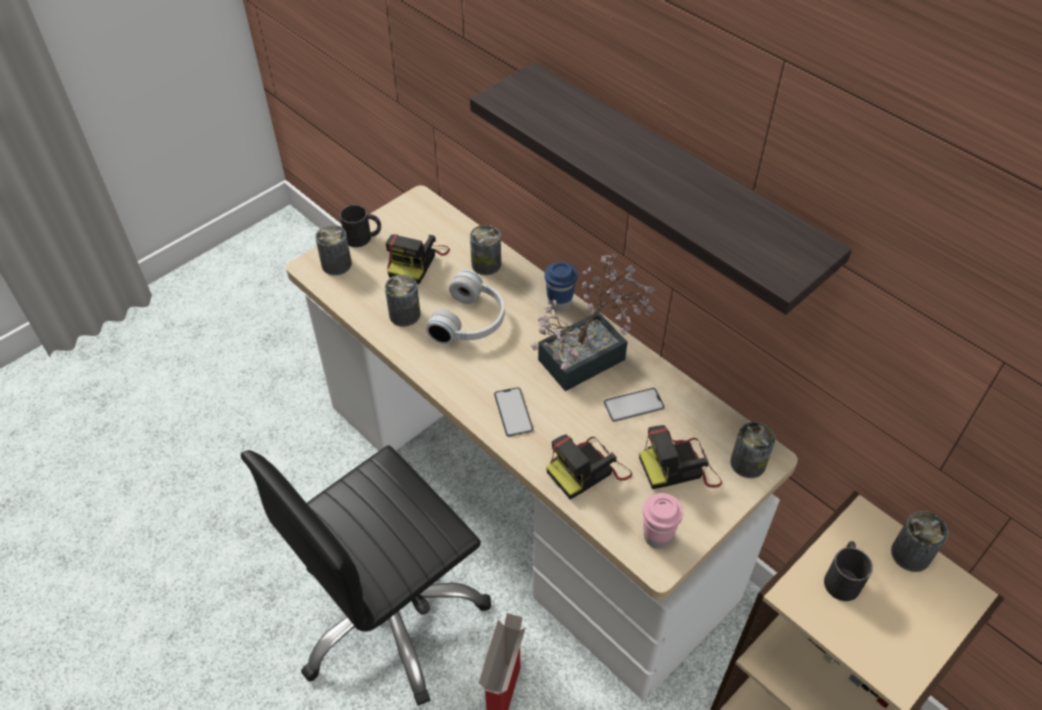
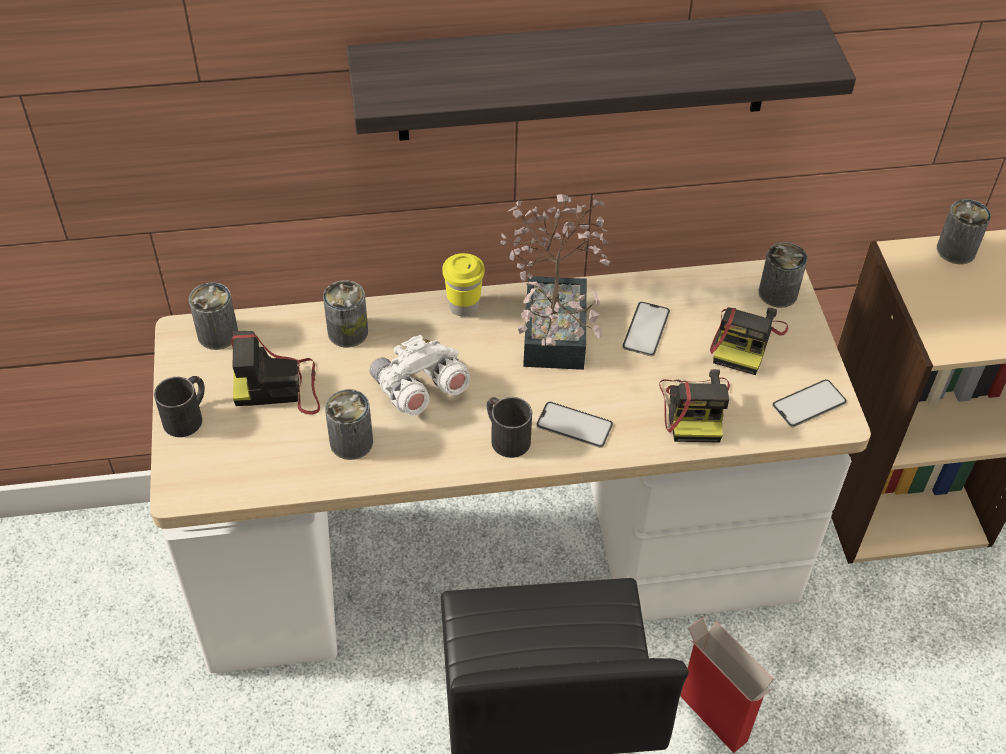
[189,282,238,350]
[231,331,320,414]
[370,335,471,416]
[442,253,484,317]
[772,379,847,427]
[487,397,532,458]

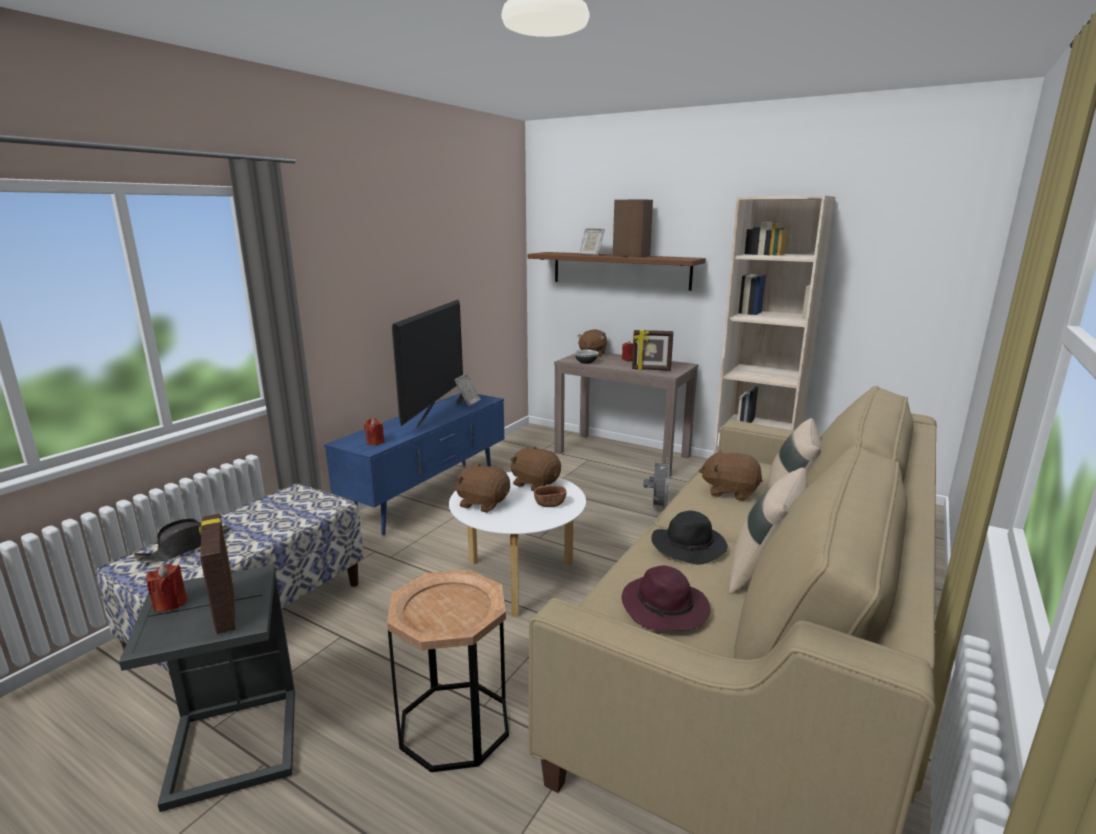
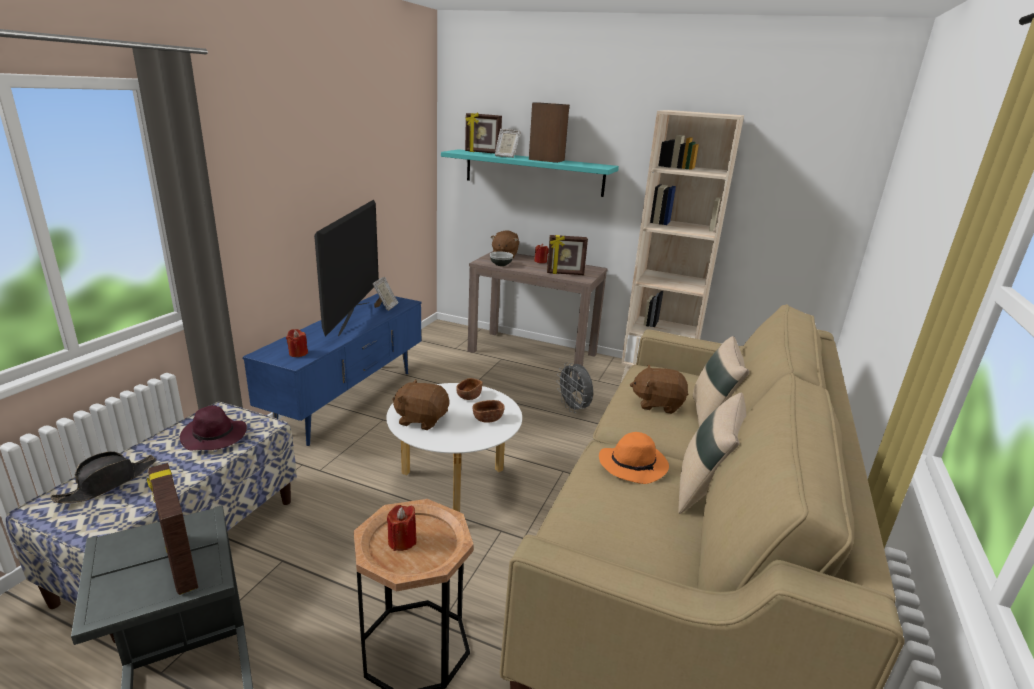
[387,505,417,551]
[456,378,483,400]
[441,149,619,197]
[180,405,247,450]
[556,362,593,413]
[599,432,669,484]
[465,112,502,154]

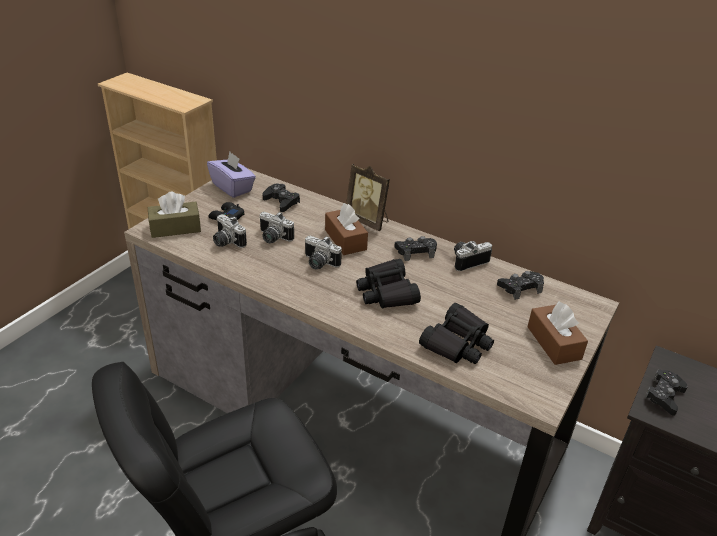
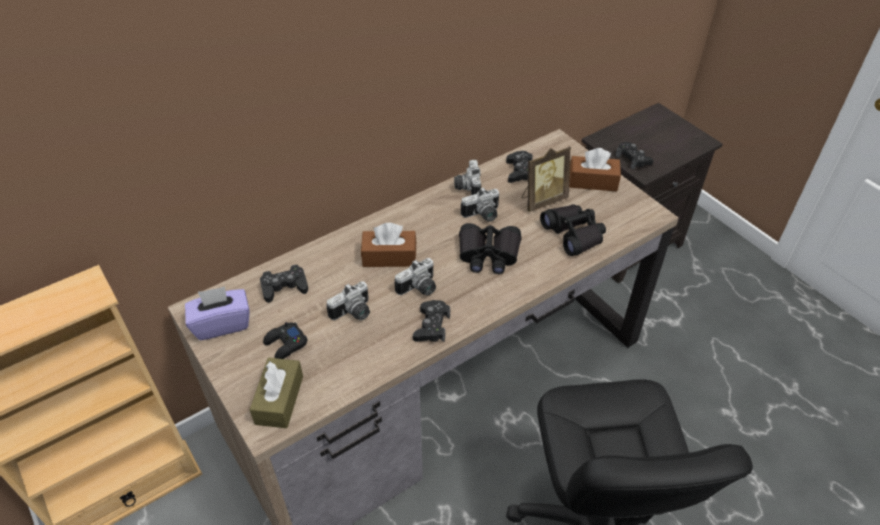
[461,188,500,222]
[522,146,571,212]
[413,300,450,342]

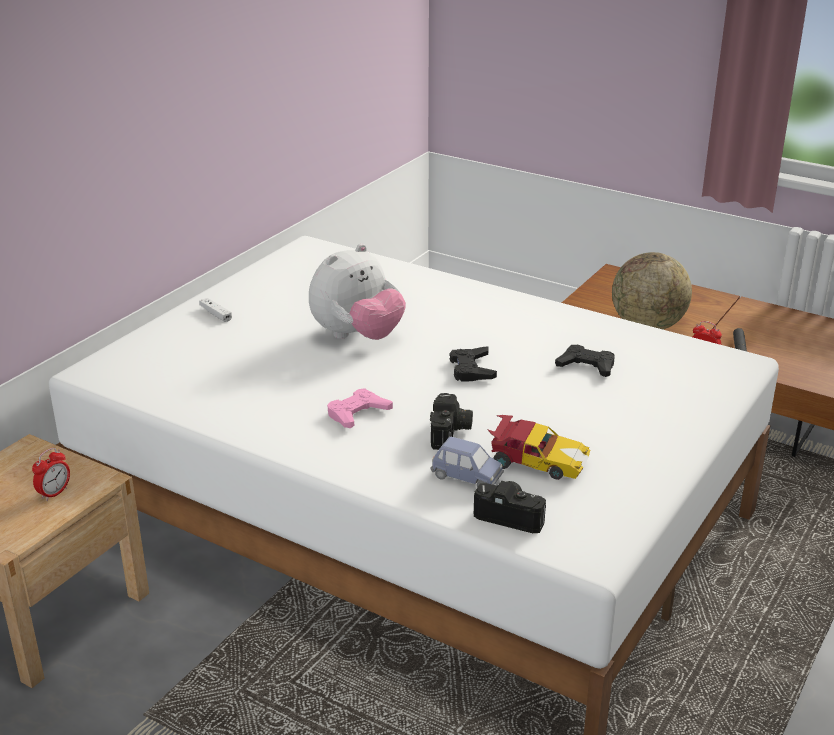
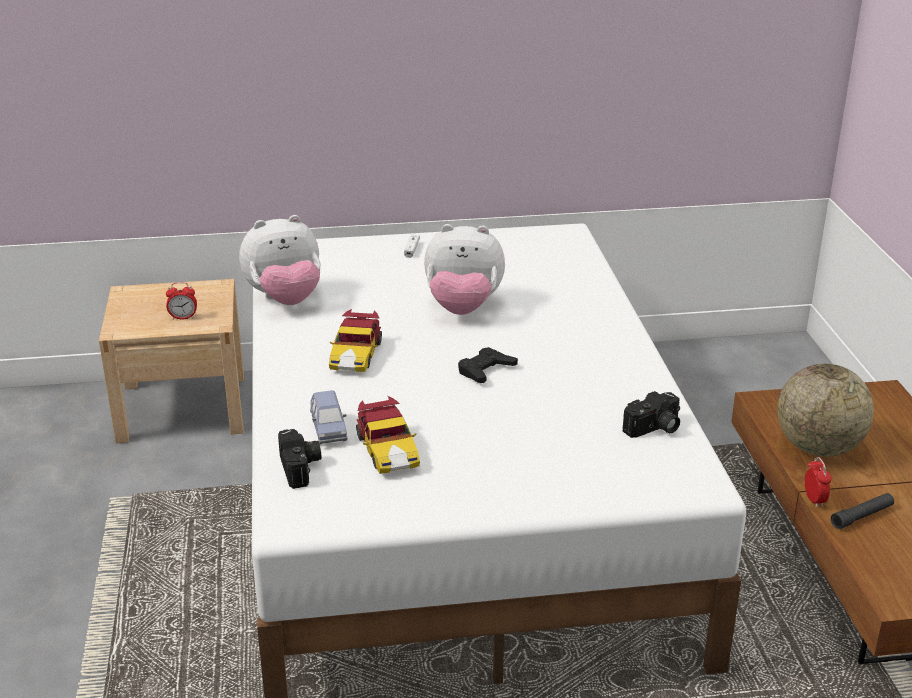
[329,309,382,372]
[623,391,680,438]
[555,345,615,377] (first image)
[239,215,321,305]

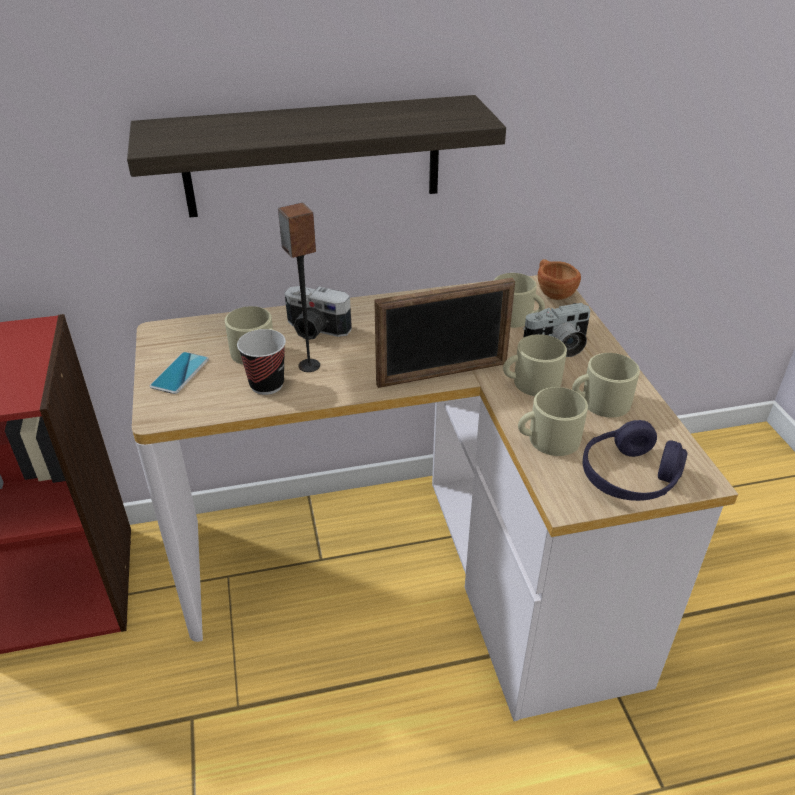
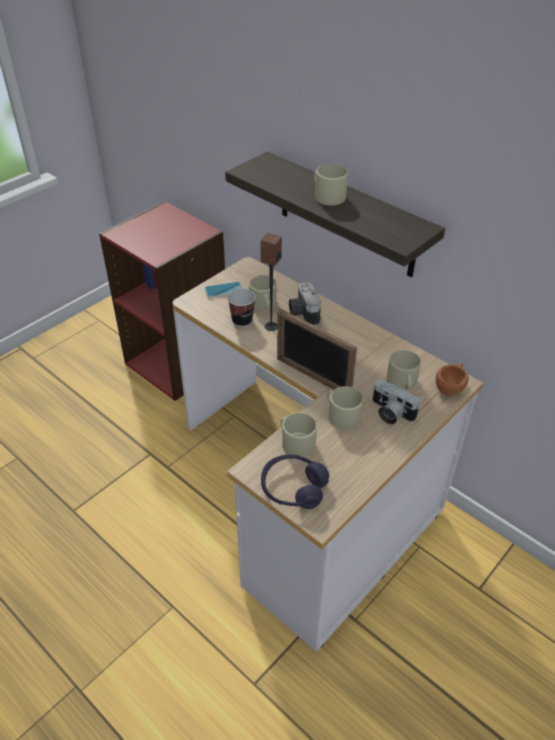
[314,164,348,205]

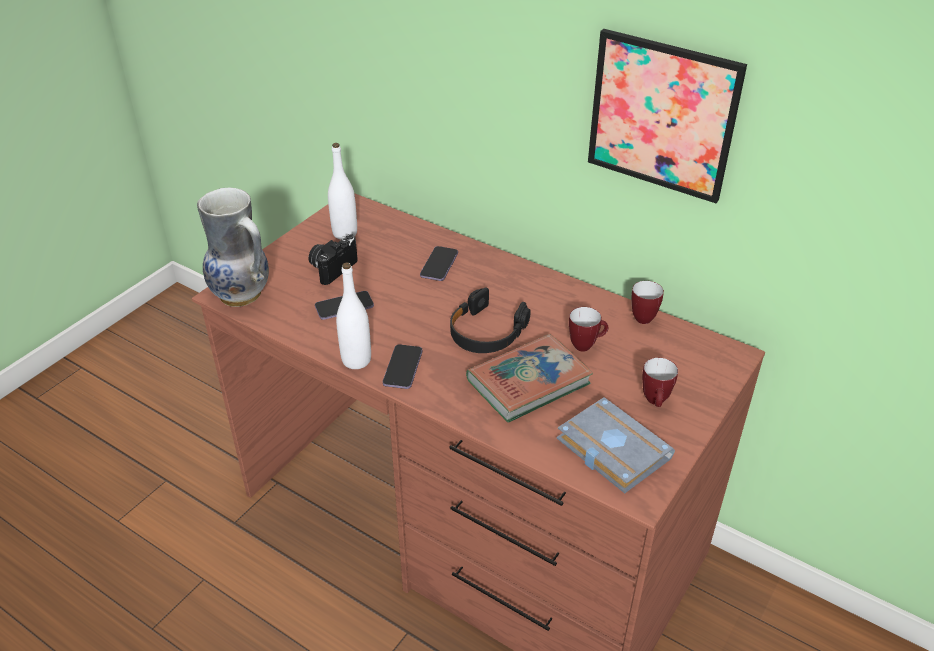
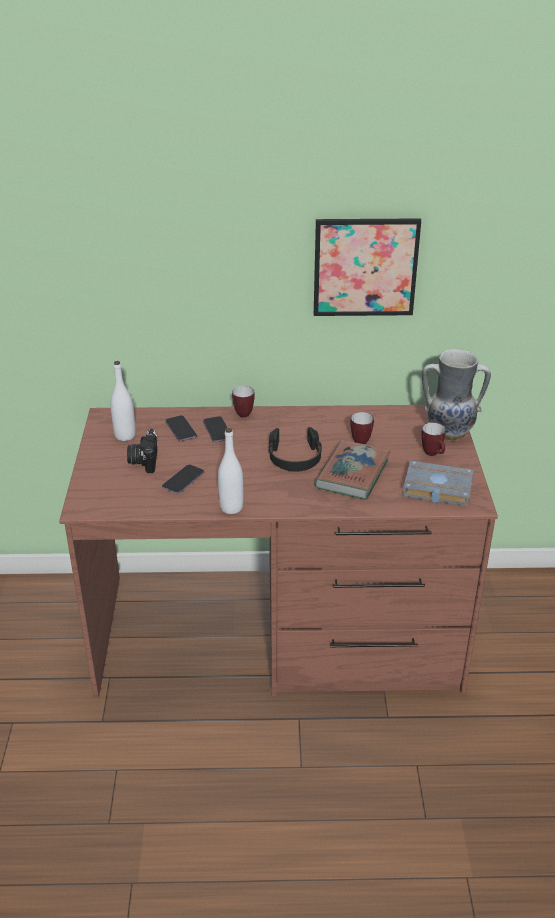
[422,349,491,441]
[165,415,197,441]
[232,386,255,418]

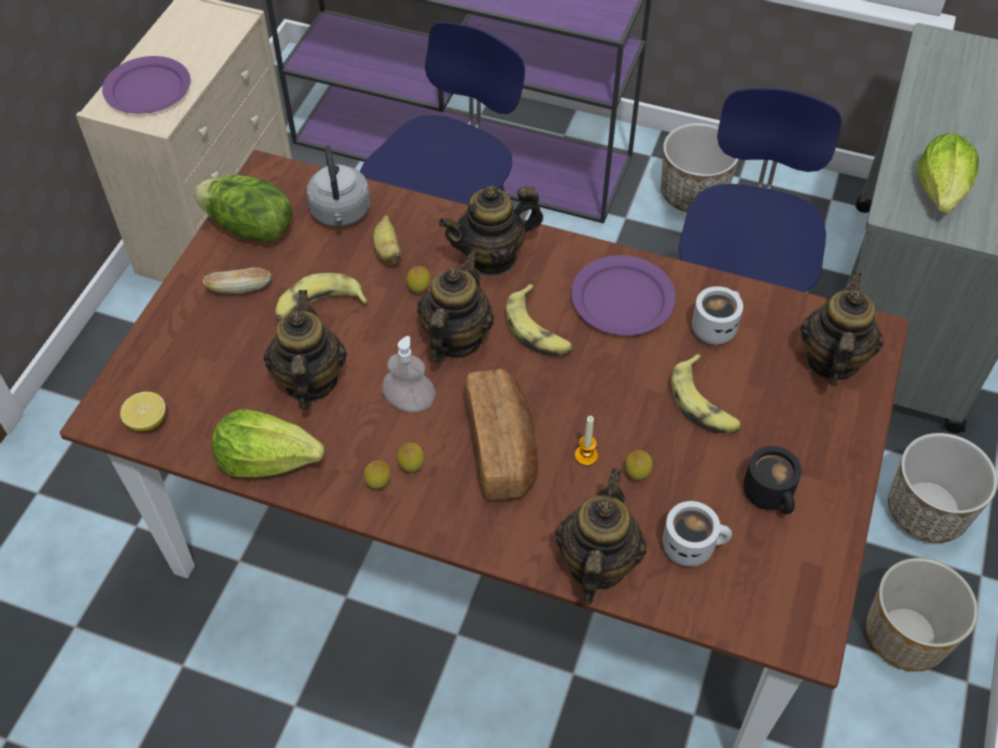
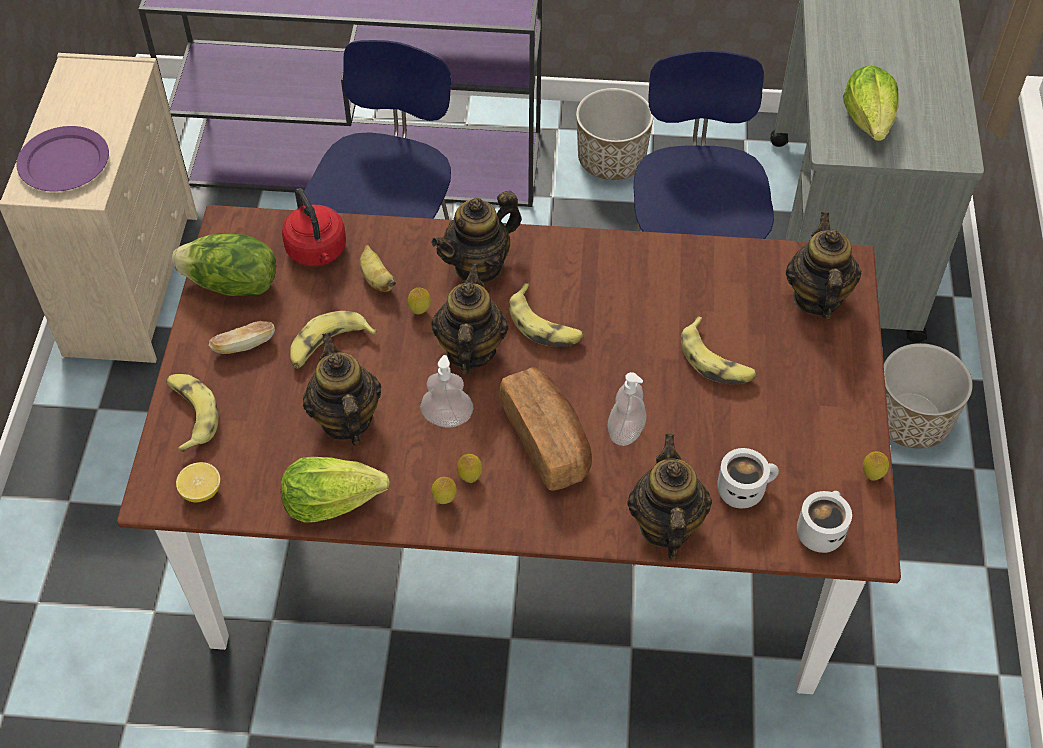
[282,188,346,266]
[571,255,676,335] (first image)
[608,372,646,446]
[863,451,889,481]
[797,491,852,553]
[744,446,802,514] (first image)
[866,558,978,672] (first image)
[166,374,219,453]

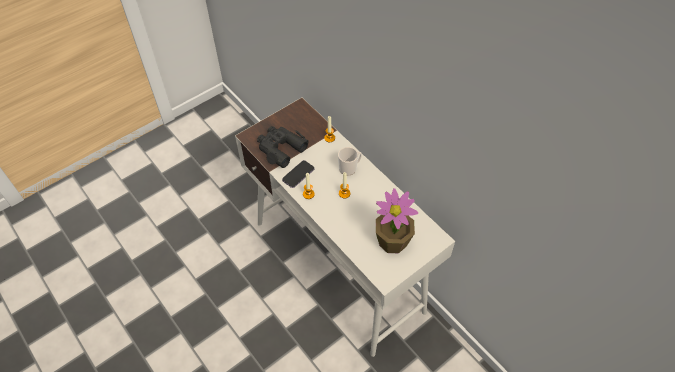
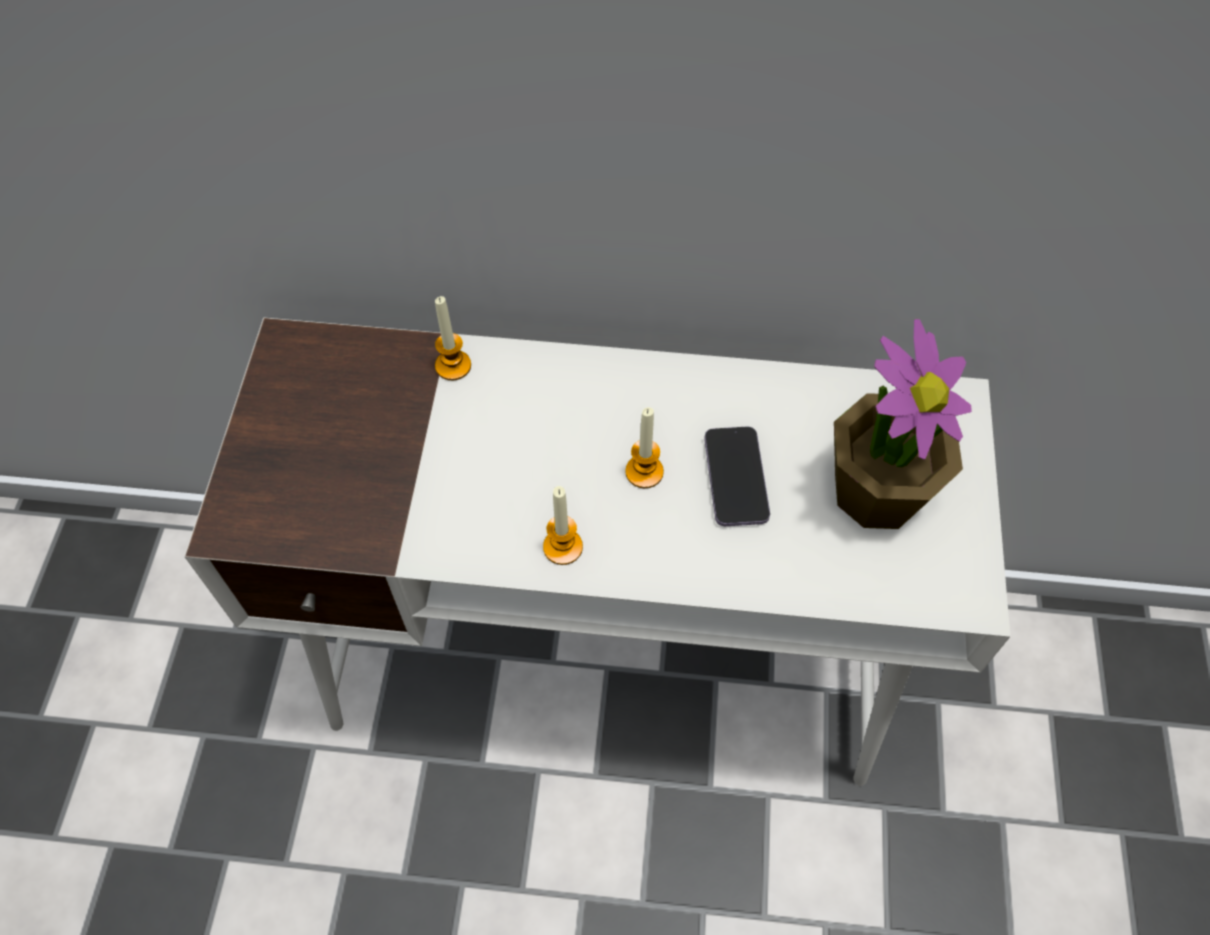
[257,126,309,168] (first image)
[704,427,770,526]
[338,147,362,176] (first image)

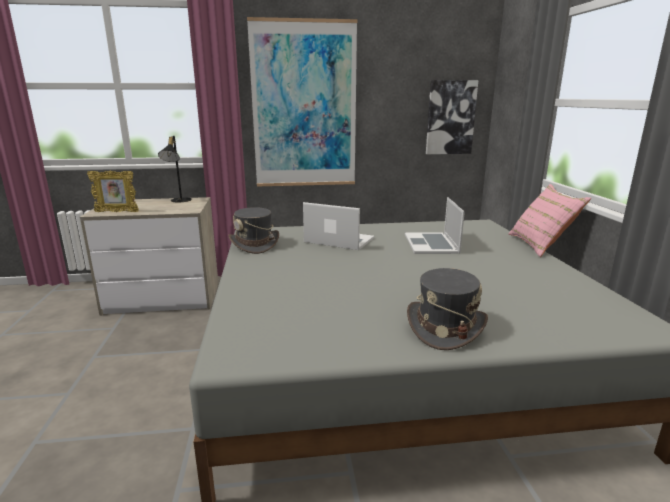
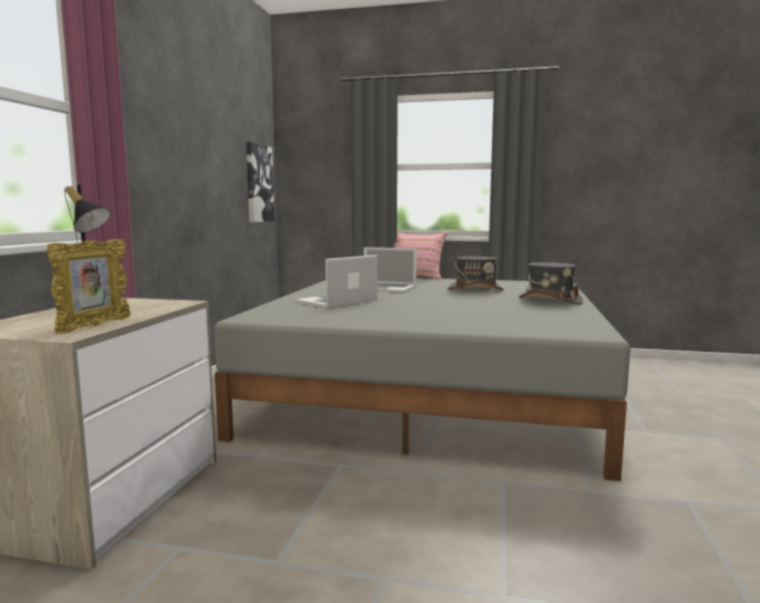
[448,256,504,290]
[247,17,358,186] (first image)

